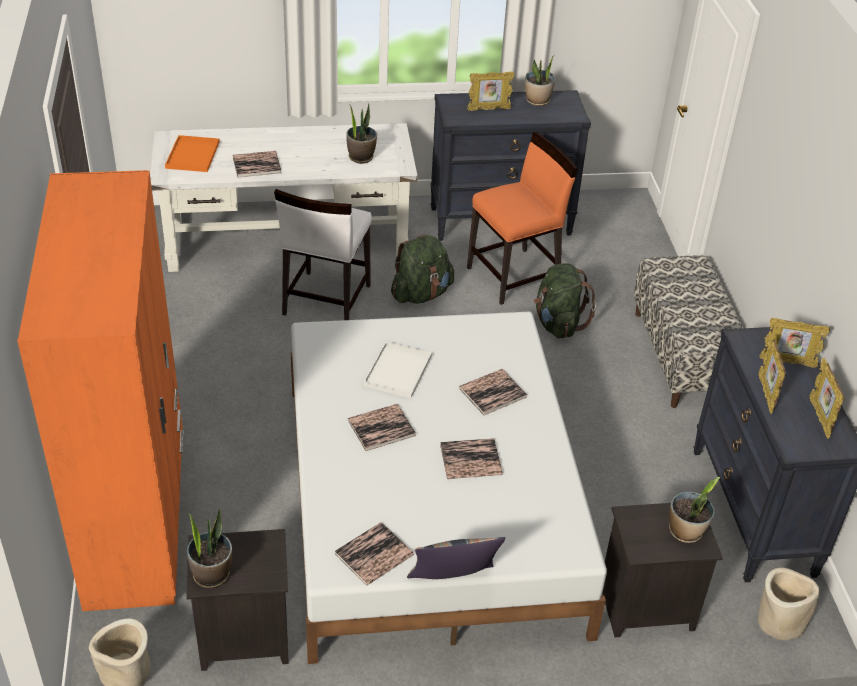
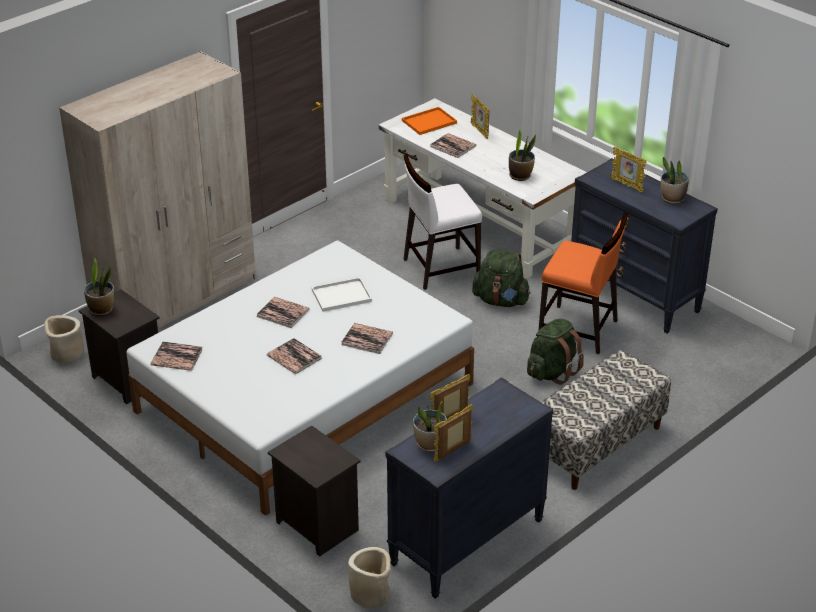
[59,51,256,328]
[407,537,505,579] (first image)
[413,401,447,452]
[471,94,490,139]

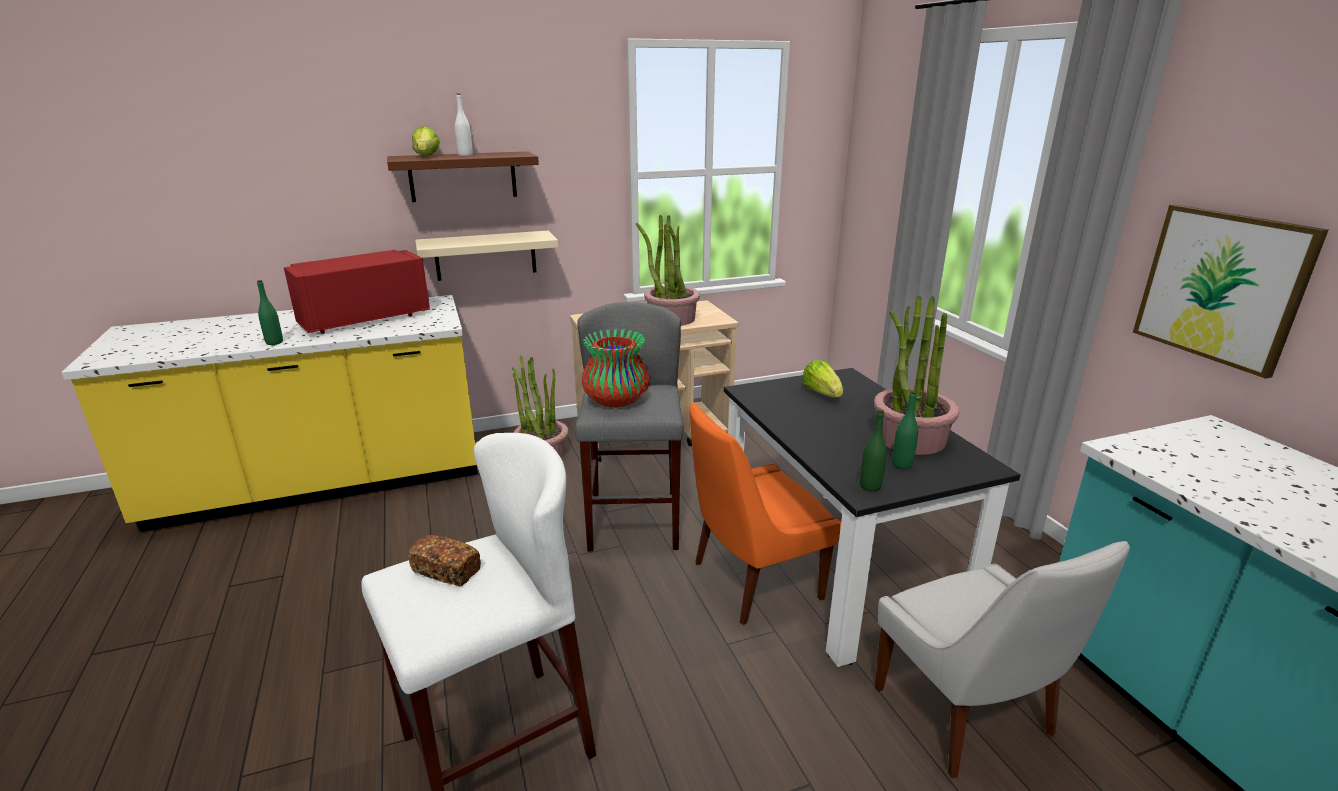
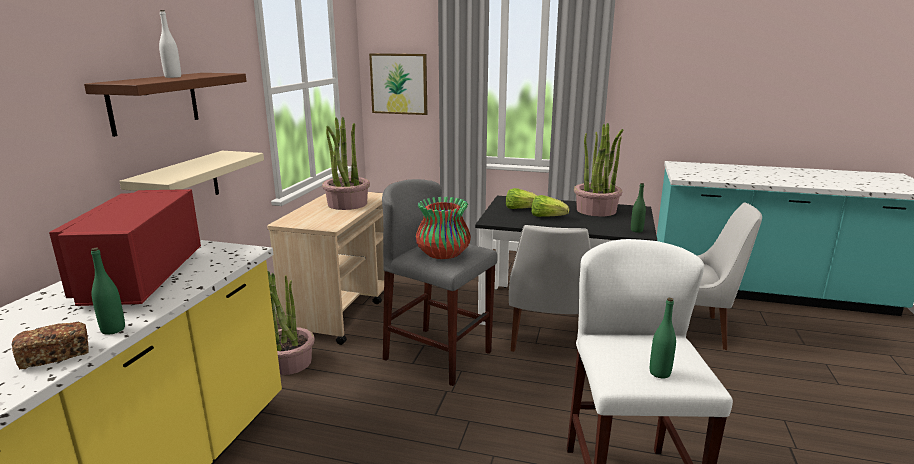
[11,322,89,369]
[531,195,569,217]
[509,225,591,352]
[650,298,676,378]
[369,53,427,115]

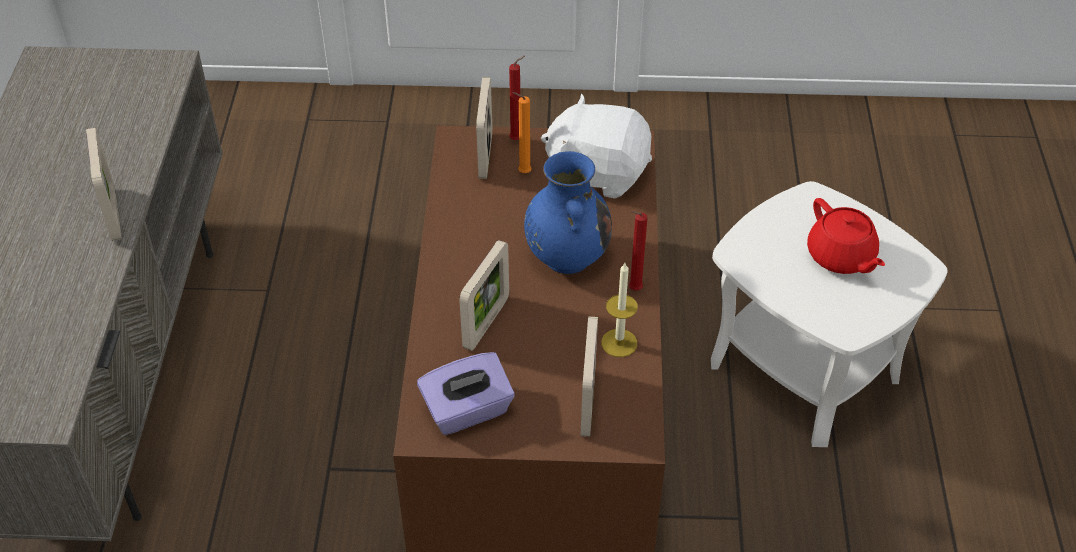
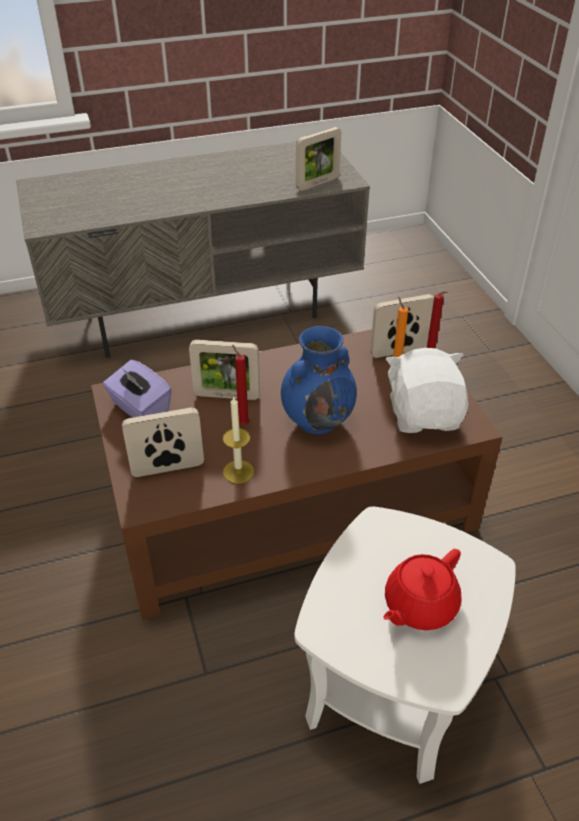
[296,127,341,191]
[232,344,249,425]

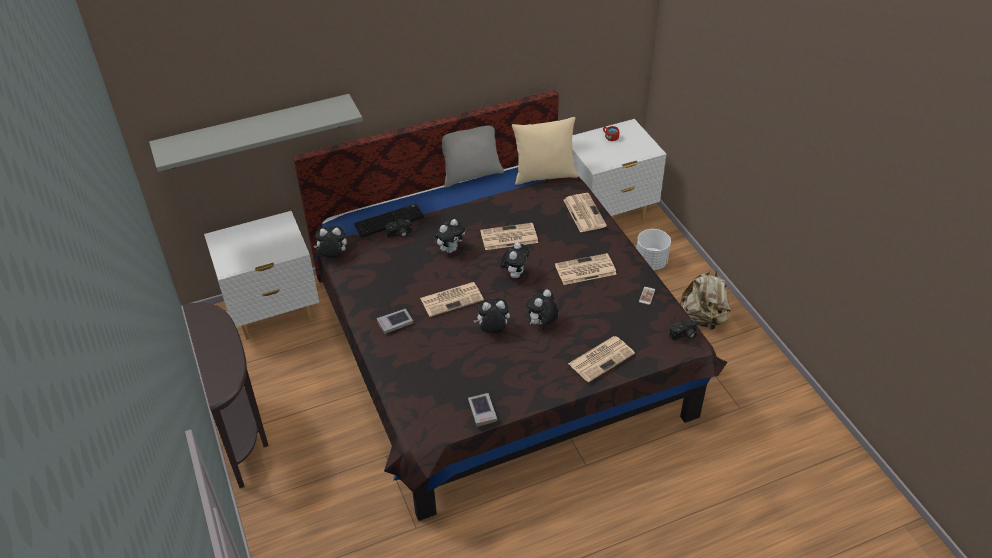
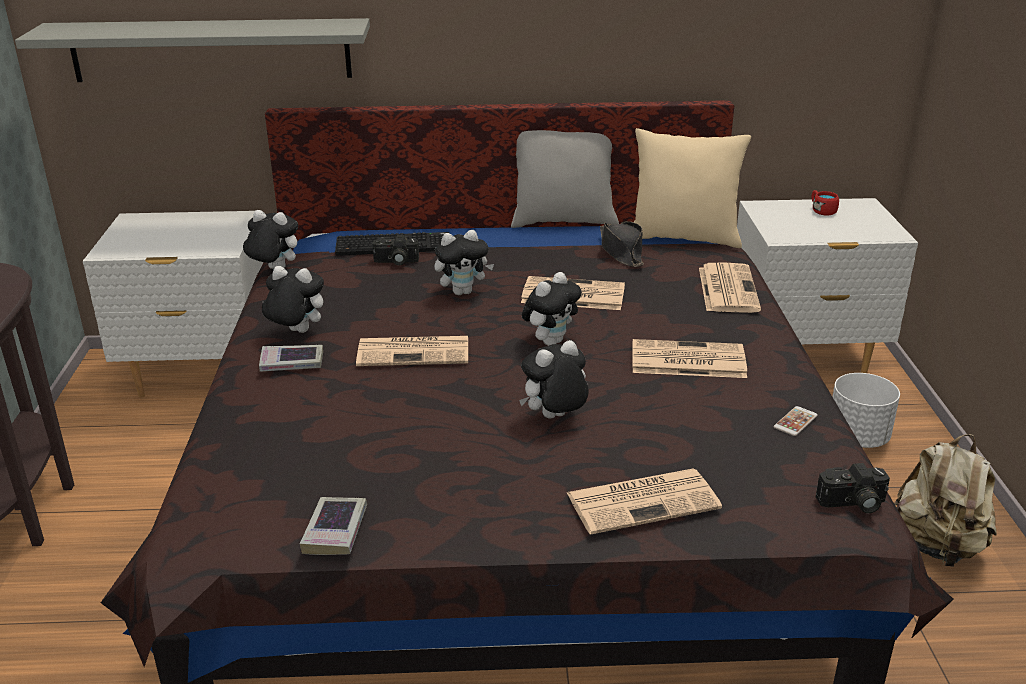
[262,266,324,333]
[600,221,644,267]

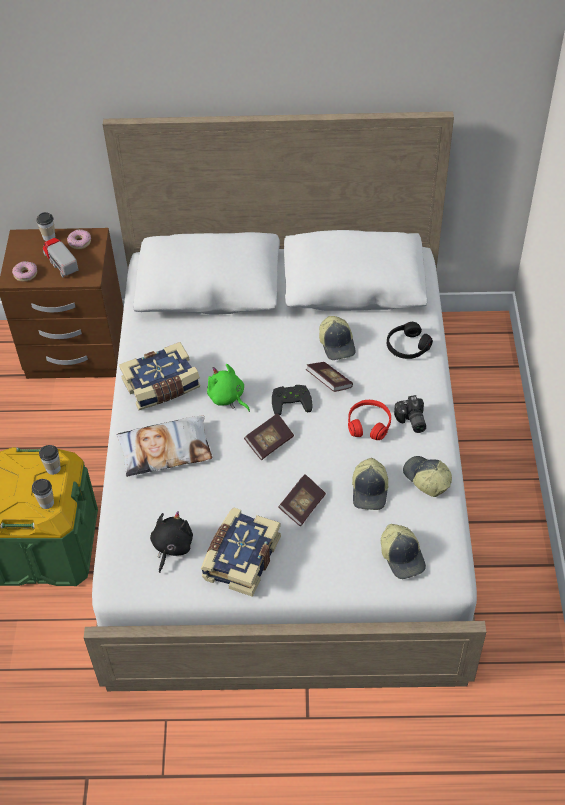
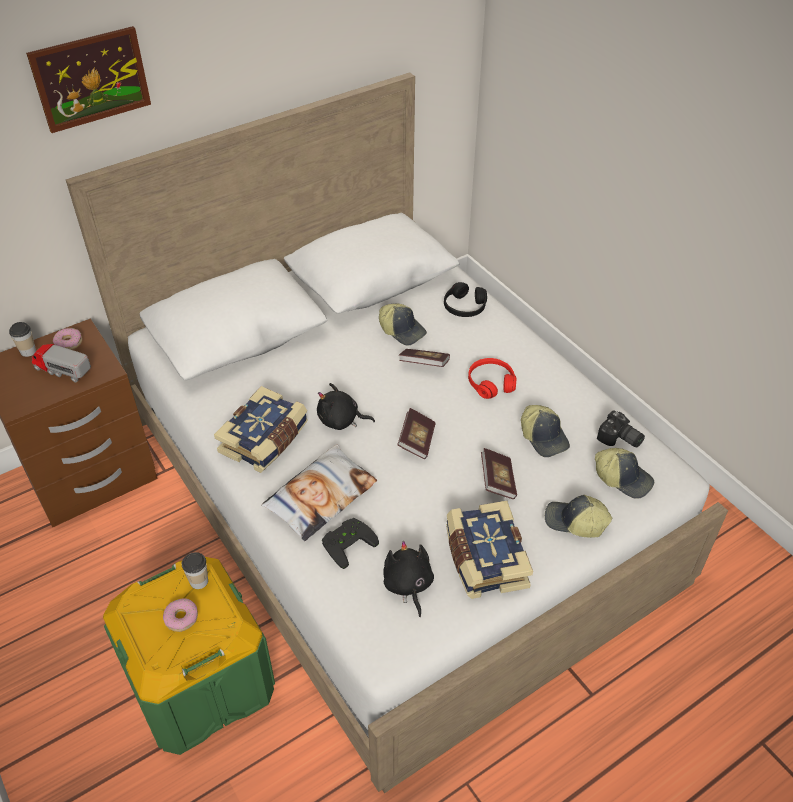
[163,598,198,632]
[32,479,54,509] (first image)
[317,383,375,430]
[322,518,379,569]
[597,410,645,448]
[545,495,612,538]
[26,26,151,133]

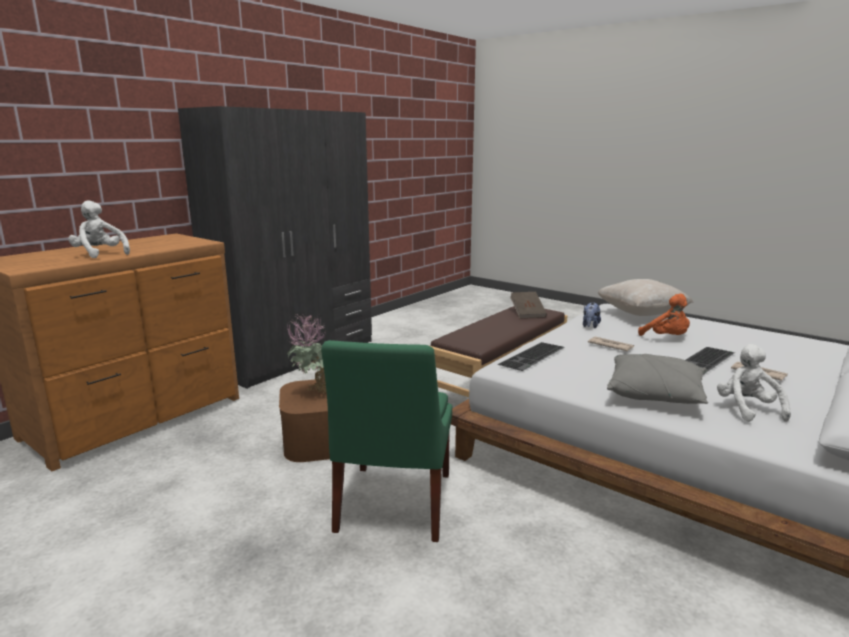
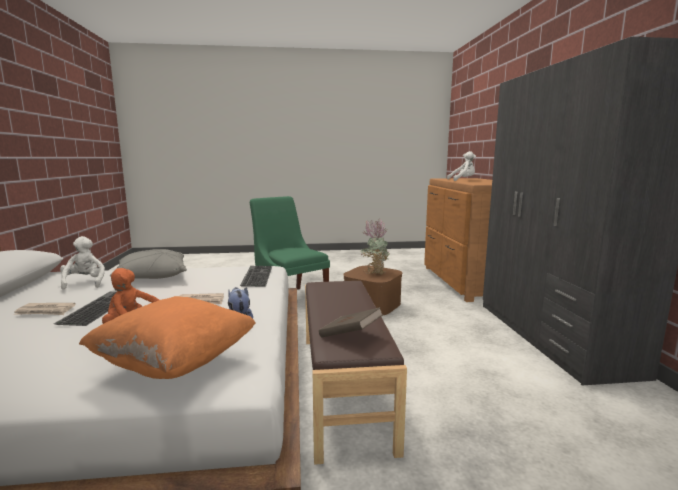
[79,296,256,379]
[60,236,105,290]

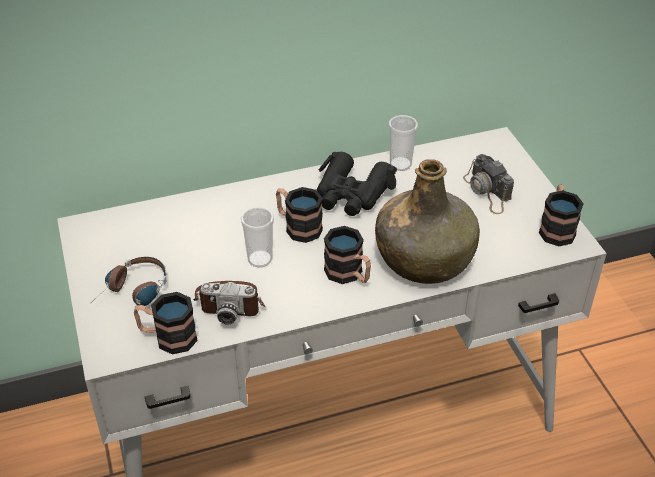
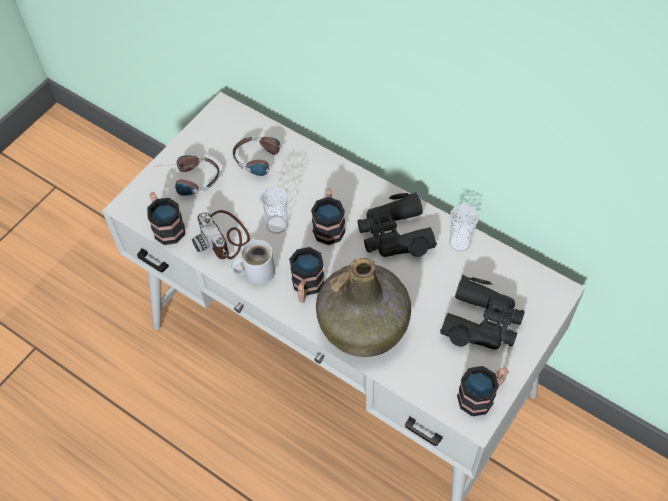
[440,275,525,350]
[231,240,275,284]
[233,136,285,176]

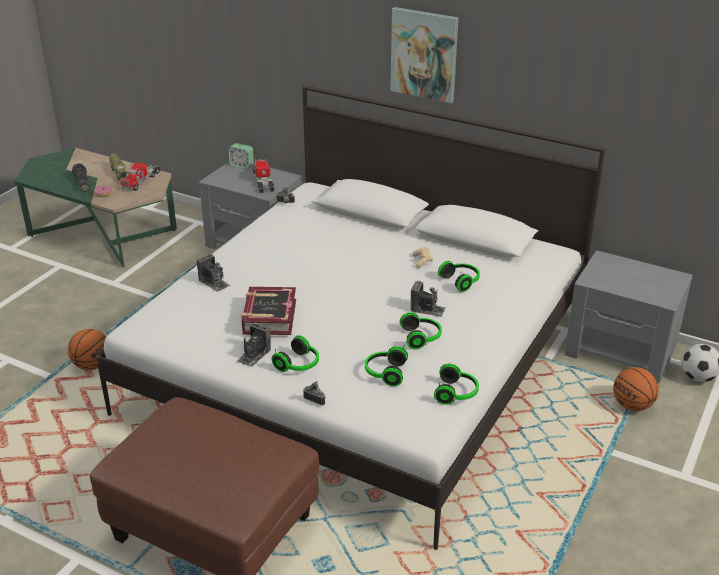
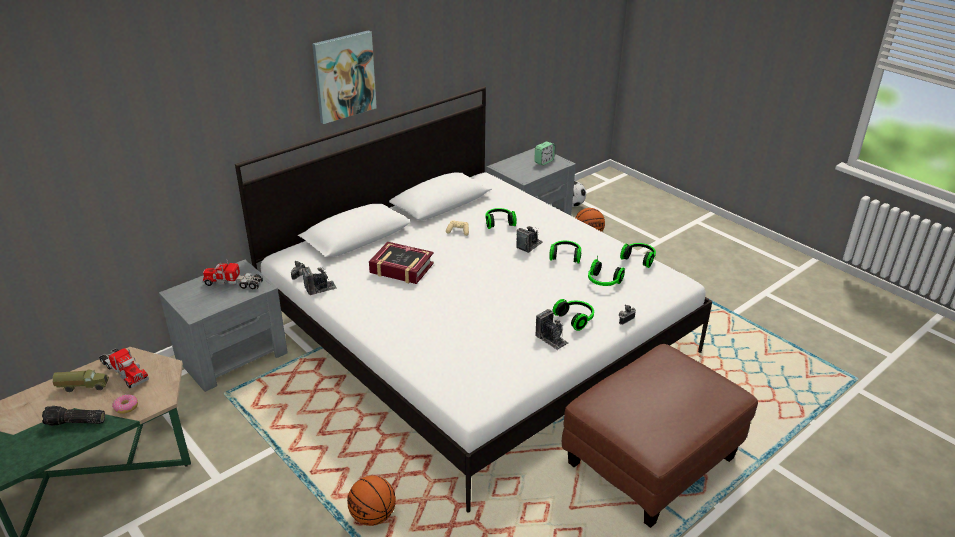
[302,267,337,295]
[535,141,555,165]
[369,242,434,284]

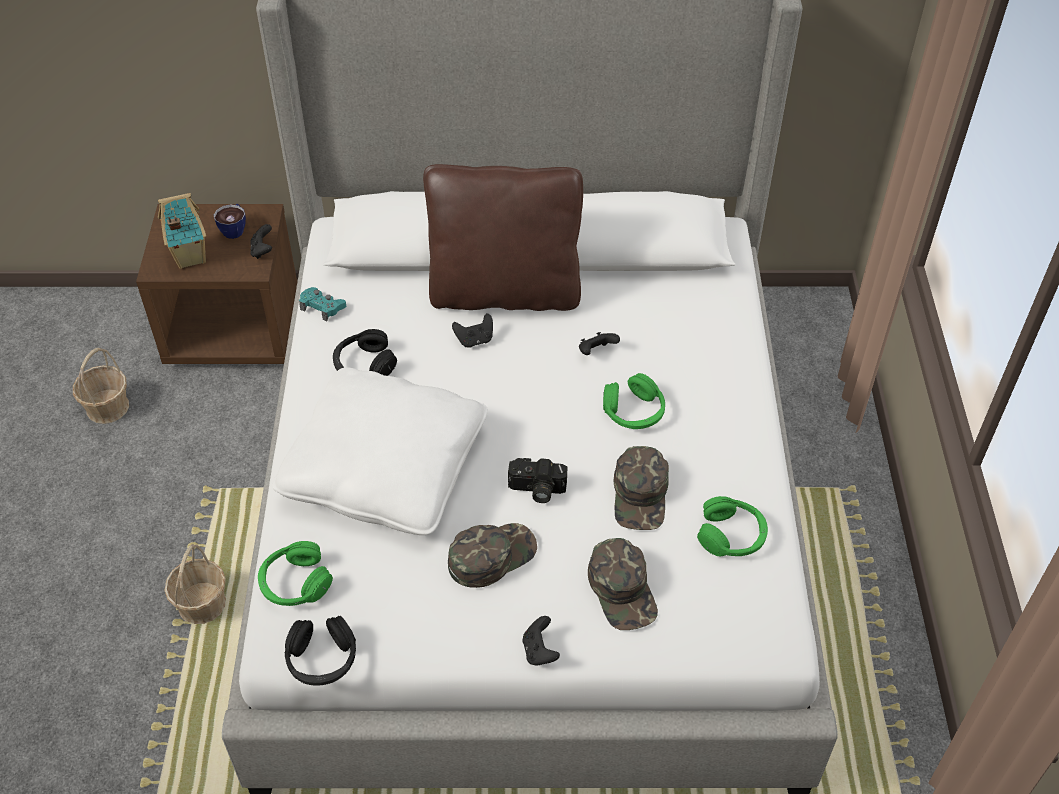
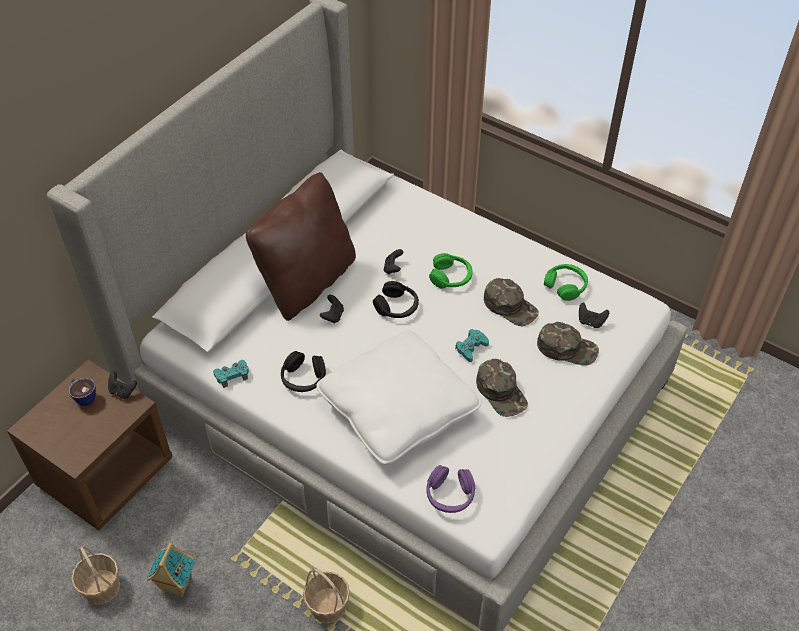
[147,542,195,597]
[426,465,475,513]
[373,281,419,318]
[476,359,528,417]
[455,329,489,362]
[579,302,609,328]

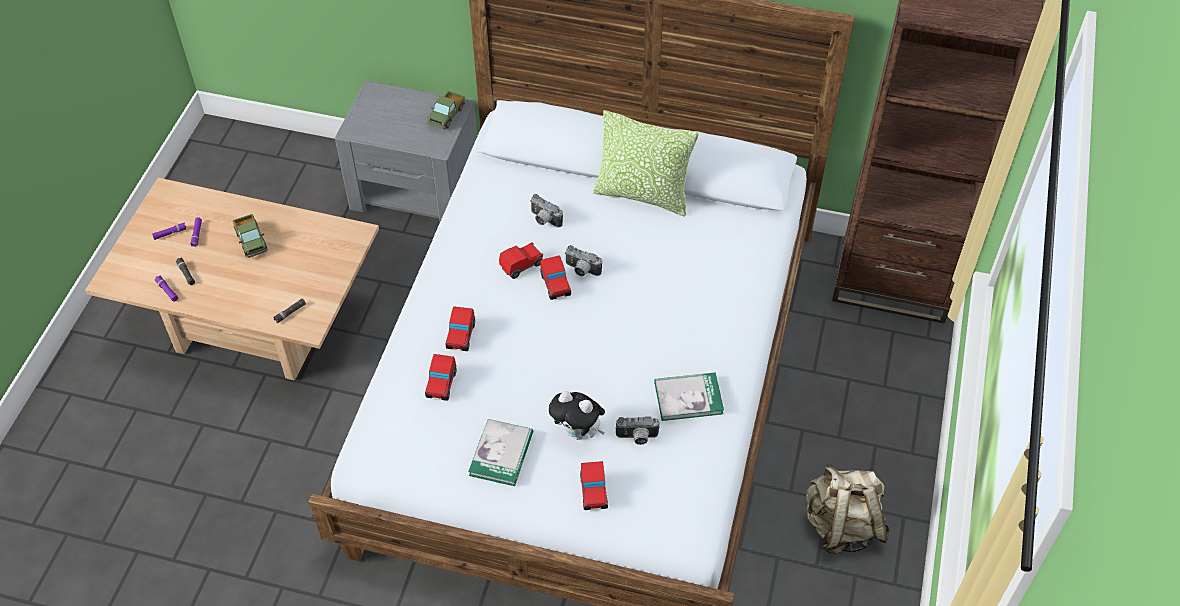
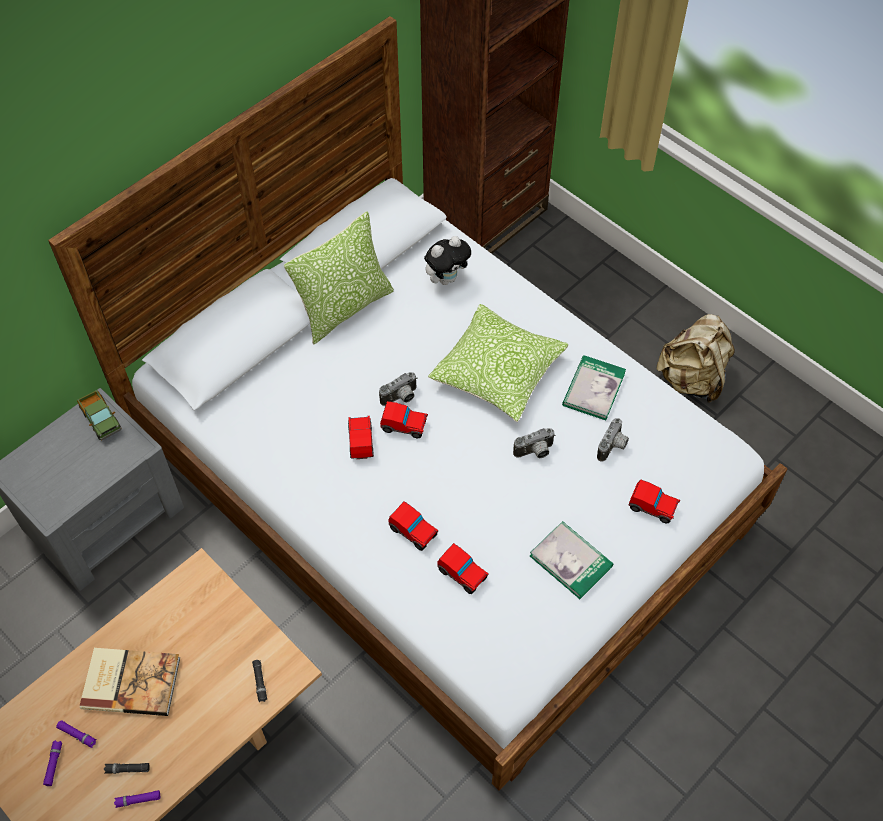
[80,648,180,716]
[513,428,555,458]
[424,236,472,285]
[428,304,569,422]

